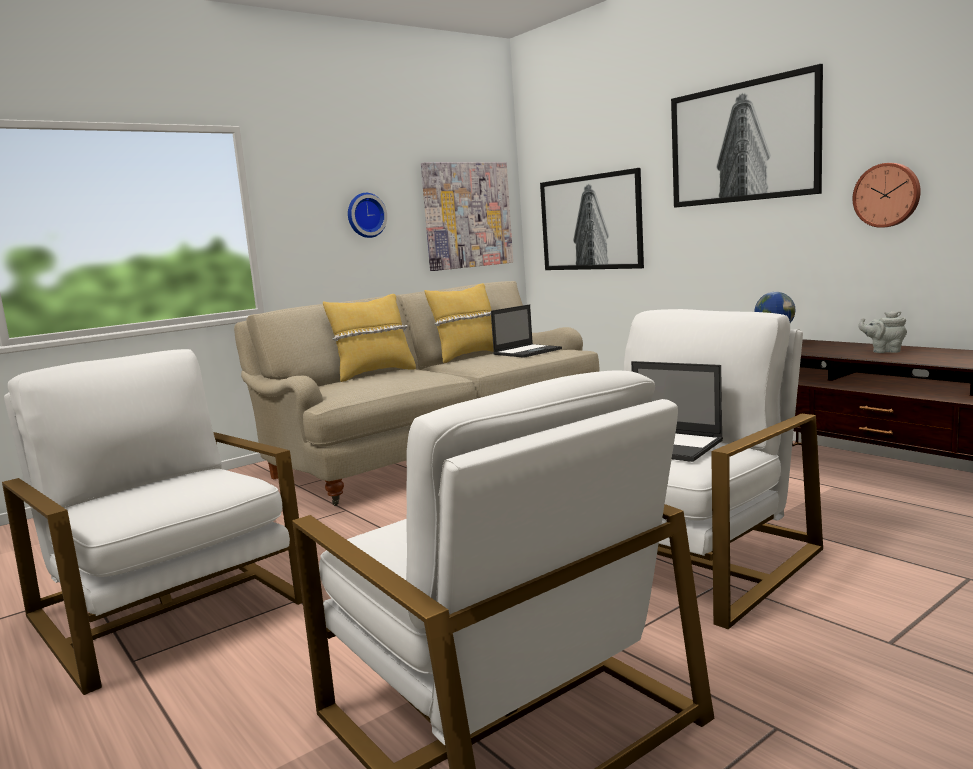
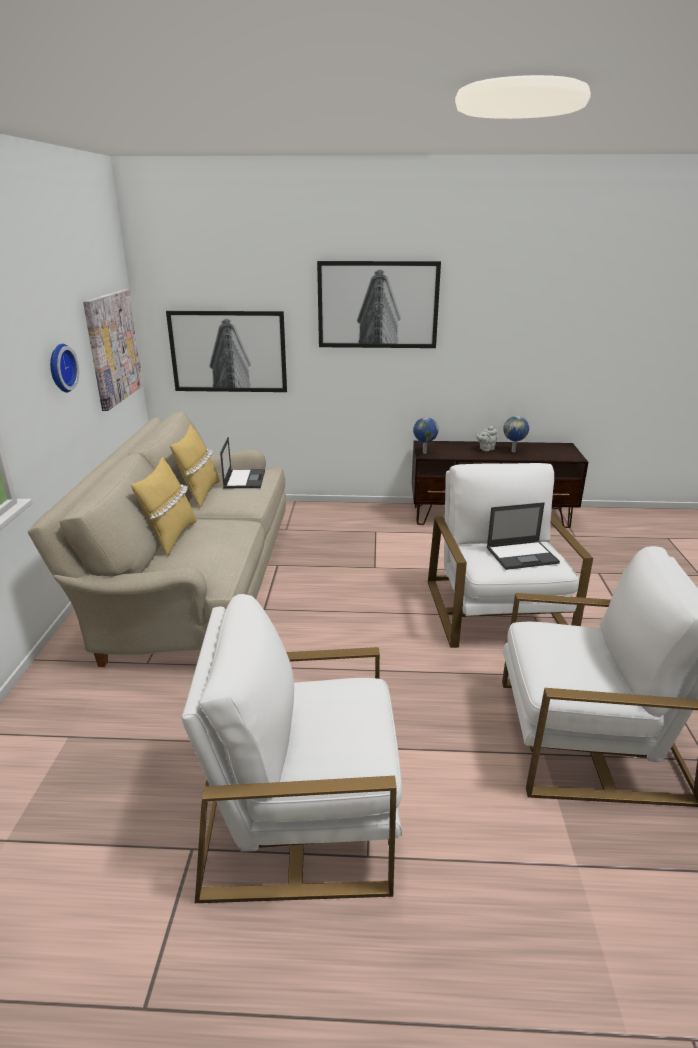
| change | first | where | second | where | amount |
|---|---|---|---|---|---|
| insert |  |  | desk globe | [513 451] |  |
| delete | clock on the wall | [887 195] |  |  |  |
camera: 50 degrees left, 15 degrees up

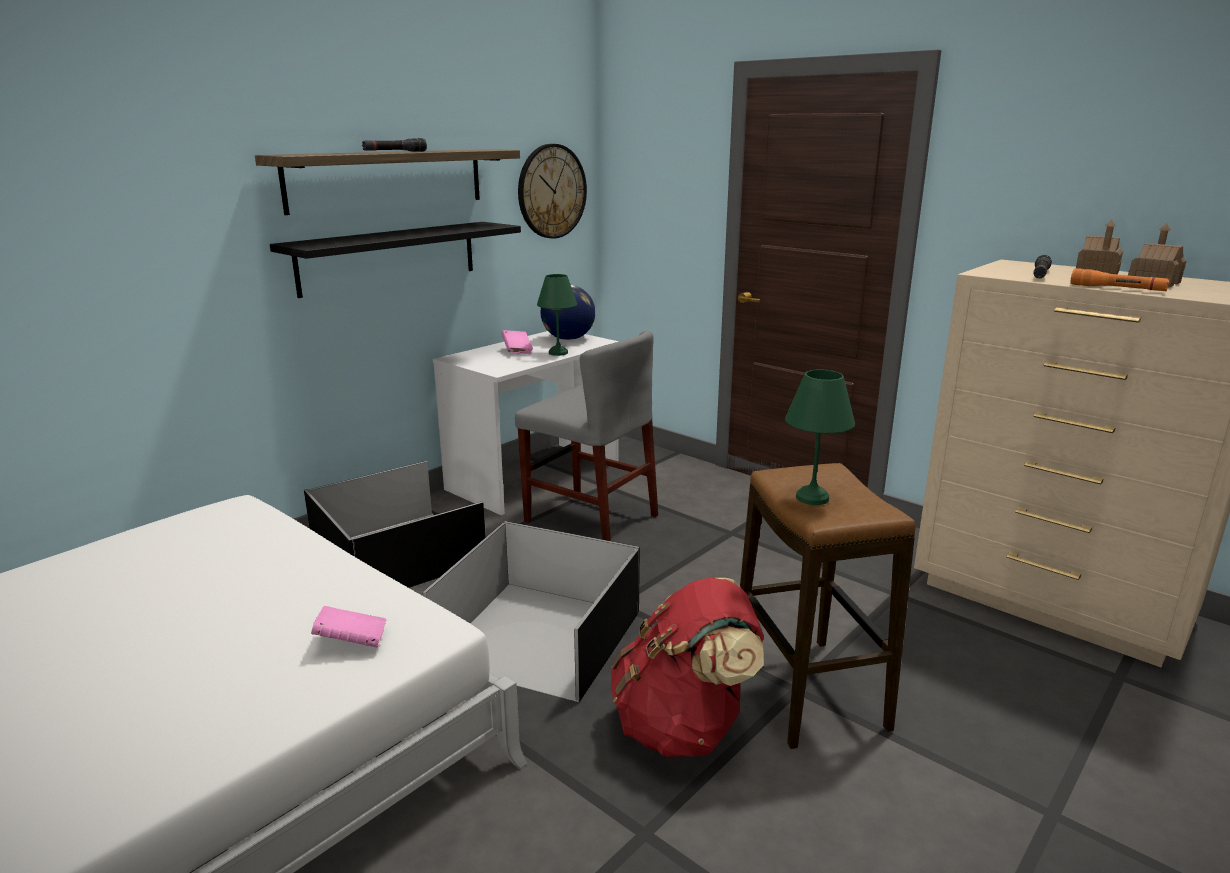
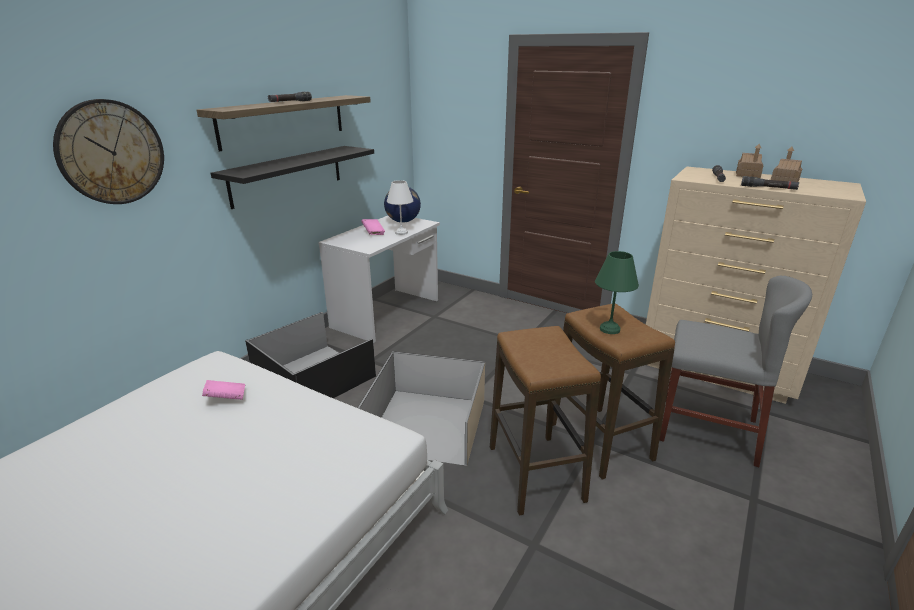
| change | first | where | second | where | amount |
|---|---|---|---|---|---|
| move | clock on the wall | [551 191] |  | [111 152] |  |
| move | pinkish book | [351 642] |  | [226 398] |  |
| recolor | black storage box | [536 635] | beige storage box | [425 424] |  |
| recolor | greenish table lamp | [559 353] | whitish table lamp | [402 233] |  |
| replace | red backpack | [684 727] | sitting stool | [535 473] |  |
| move | greyish upright chair | [591 518] |  | [707 430] |  |
| recolor | orangey hand torch | [1117 288] | black hand torch | [768 188] |  |
camera: 10 degrees left, 5 degrees up

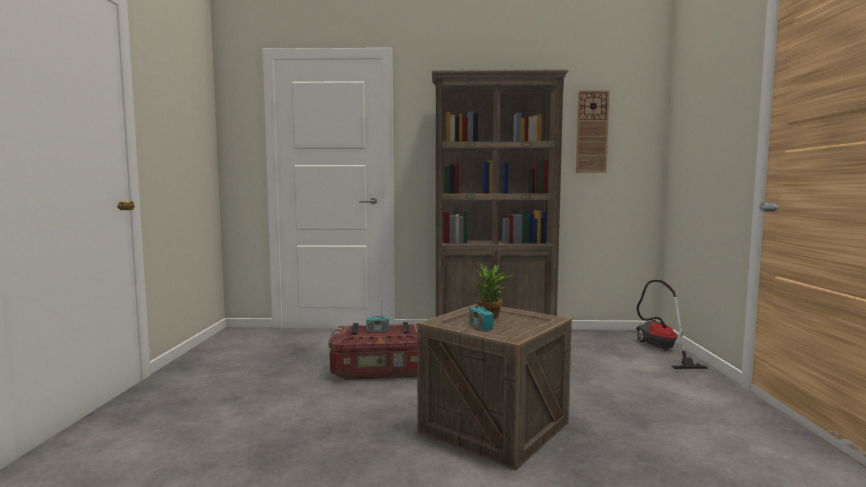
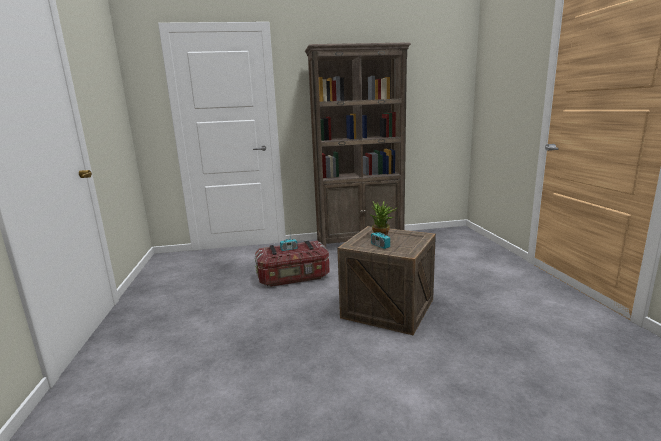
| change | first | where | second | where | amount |
|---|---|---|---|---|---|
| delete | clock on the wall | [592 132] |  |  |  |
| delete | vacuum | [660 350] |  |  |  |
camera: 10 degrees left, 10 degrees up

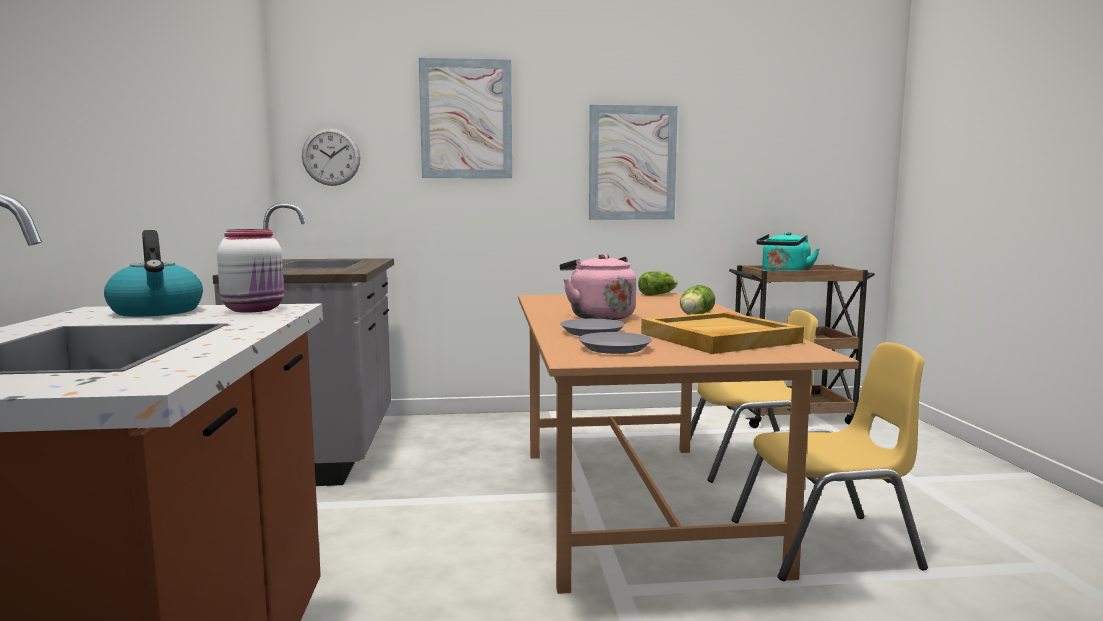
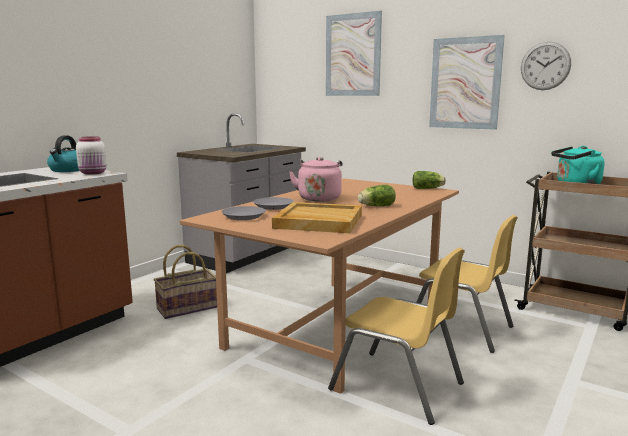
| change | first | where | second | where | amount |
|---|---|---|---|---|---|
| insert |  |  | storage basket | [187 308] |  |
| move | clock on the wall | [331 156] |  | [545 66] |  |
camera: 40 degrees right, 5 degrees up

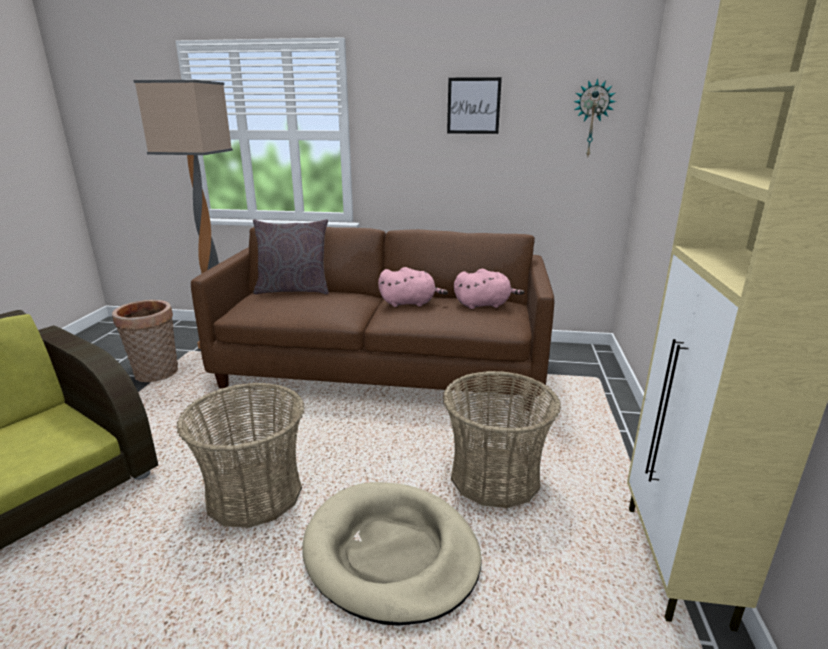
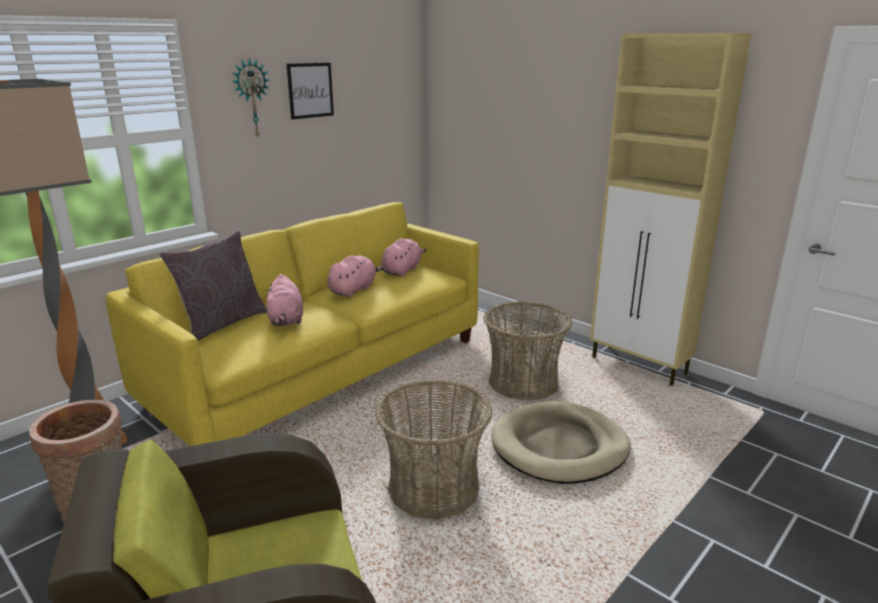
| change | first | where | second | where | amount |
|---|---|---|---|---|---|
| recolor | brown-coloured settee | [382 369] | yellowish settee | [322 371] |  |
| move | clock on the wall | [591 119] |  | [251 98] |  |
| insert |  |  | pinkish plush toy | [286 320] |  |
camera: 55 degrees left, 0 degrees up

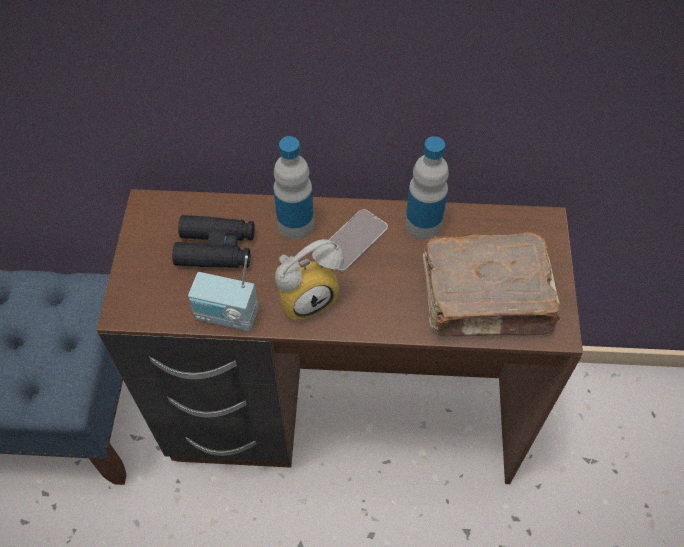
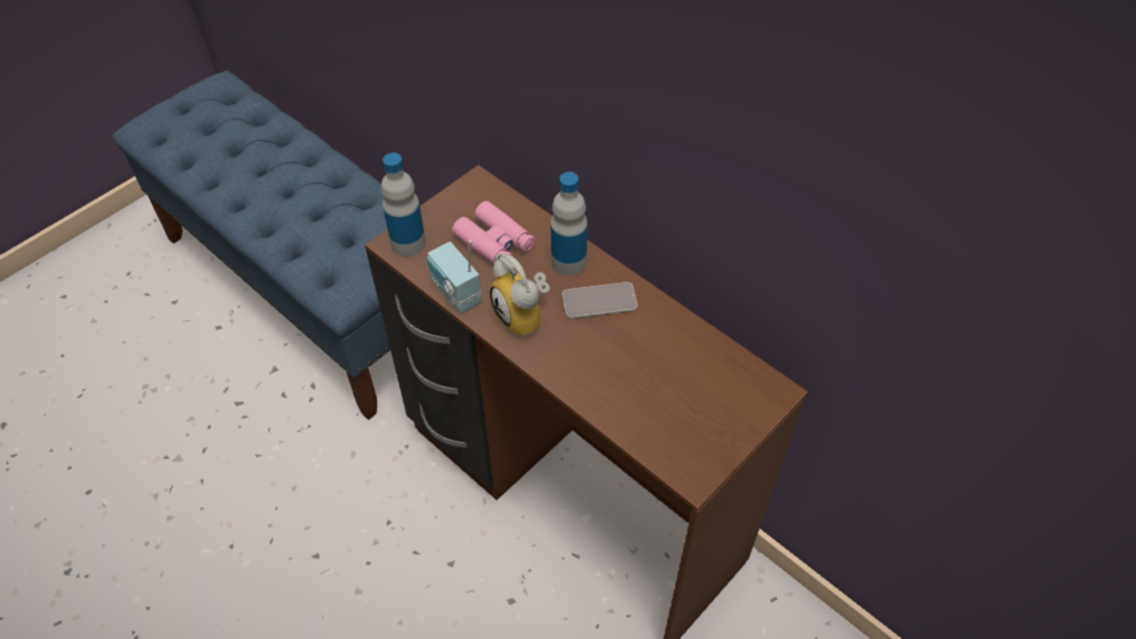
| change | first | where | second | where | amount |
|---|---|---|---|---|---|
| move | drink bottle | [423 224] |  | [408 243] |  |
| recolor | black binoculars | [216 248] | pinkish binoculars | [495 242] |  |
| rotate | table clock | [307 295] |  | [526 317] | 45 degrees clockwise |
| delete | brown-coloured book | [487 299] |  |  |  |
camera: 40 degrees right, 5 degrees down

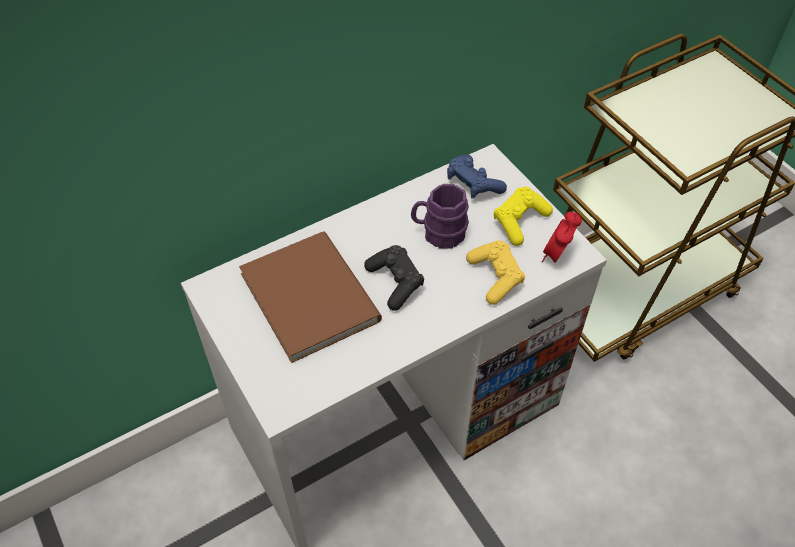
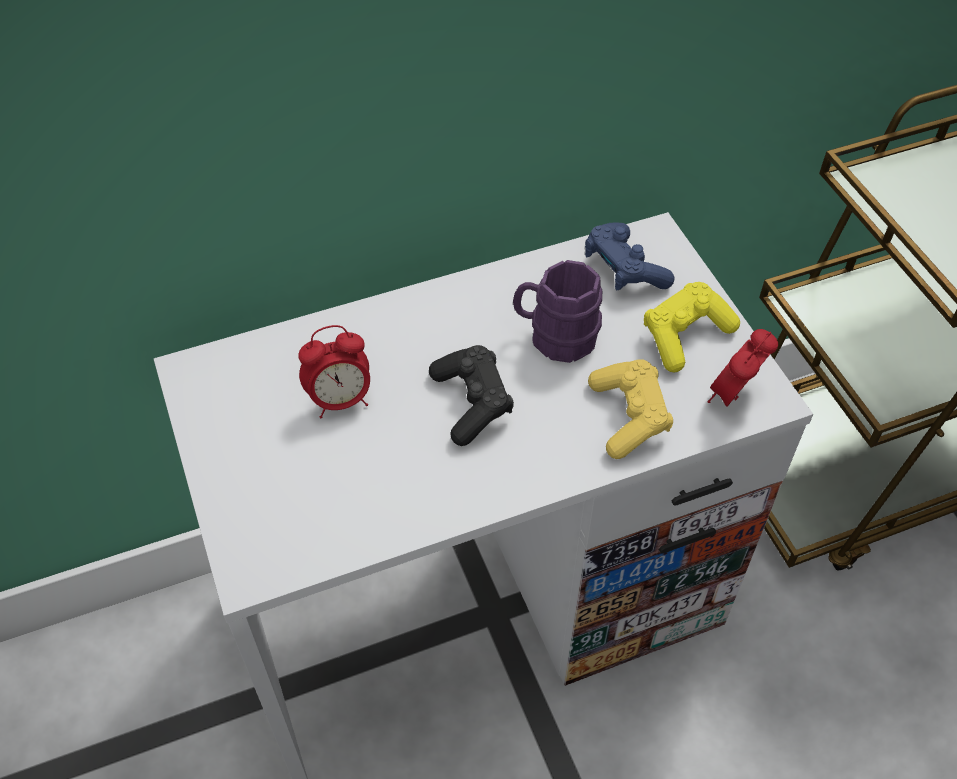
| change | first | where | second | where | amount |
|---|---|---|---|---|---|
| replace | brown-coloured book | [311 293] | table clock | [340 400] |  |
camera: 10 degrees right, 0 degrees up

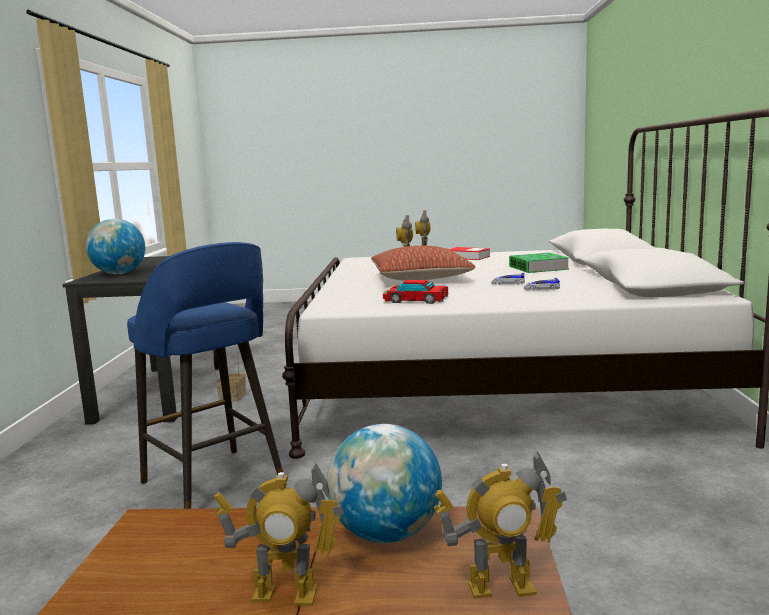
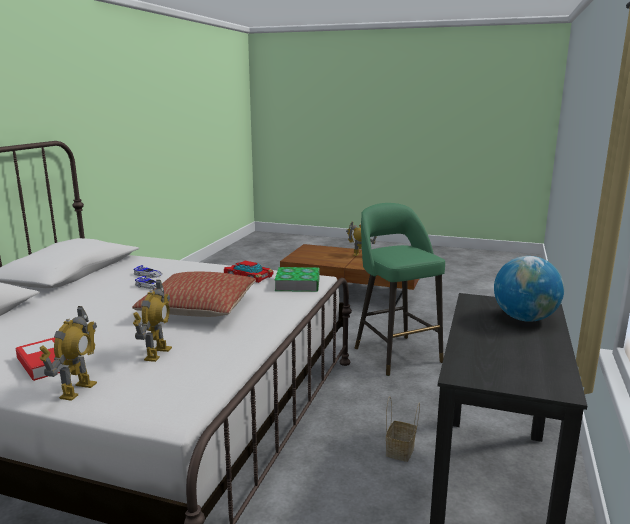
| change | first | where | second | where | amount |
|---|---|---|---|---|---|
| move | book | [538 268] |  | [297 284] |  |
| recolor | blue-coloured sitting stool | [215 484] | greenish sitting stool | [396 354] |  |
| delete | desk globe | [386 534] |  |  |  |
| delete | robot figure | [501 587] |  |  |  |
camera: 165 degrees left, 5 degrees up

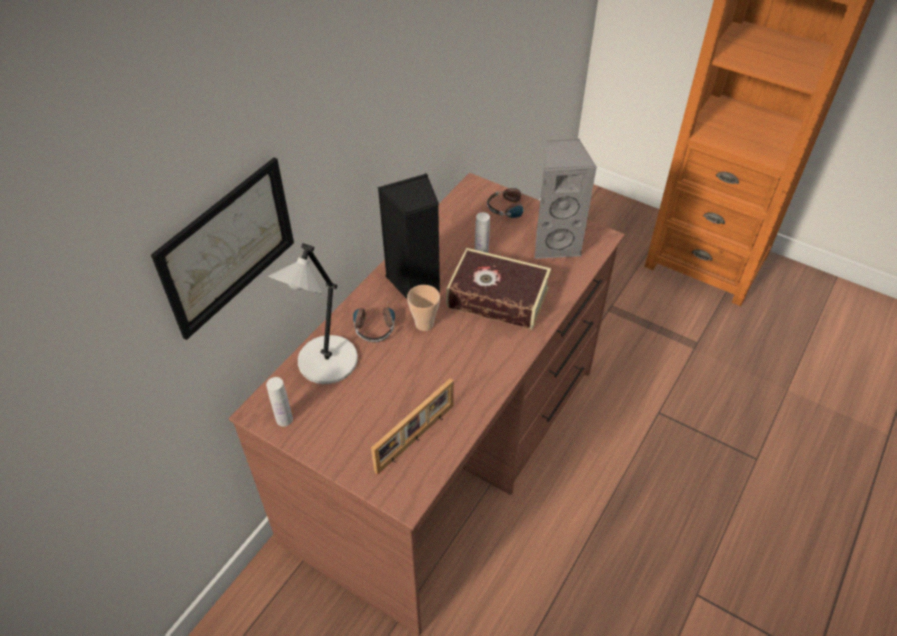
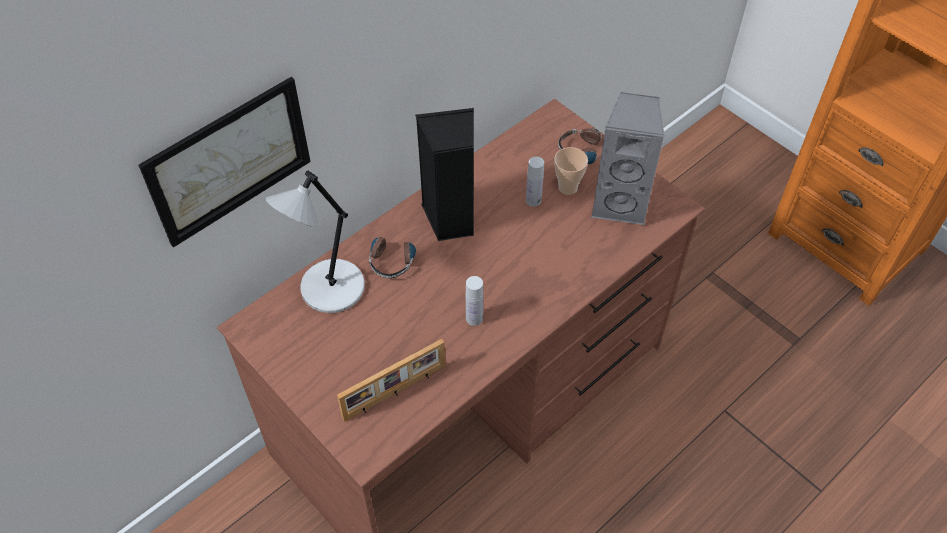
| change | first | where | second | where | amount |
|---|---|---|---|---|---|
| move | whitish drink bottle | [284 419] |  | [474 318] |  |
| move | cup | [424 324] |  | [567 188] |  |
| delete | book | [498 298] |  |  |  |
camera: 15 degrees right, 5 degrees up

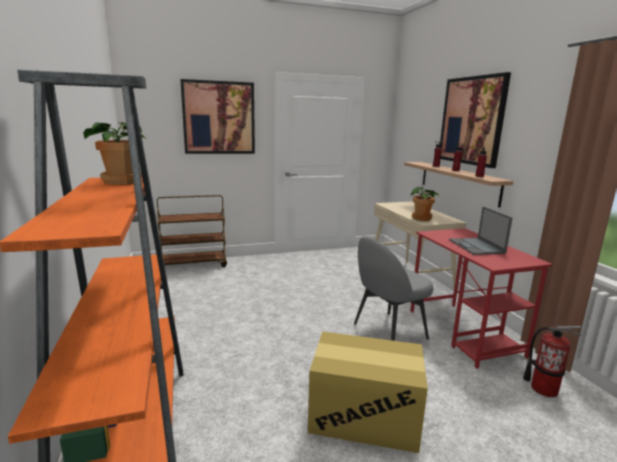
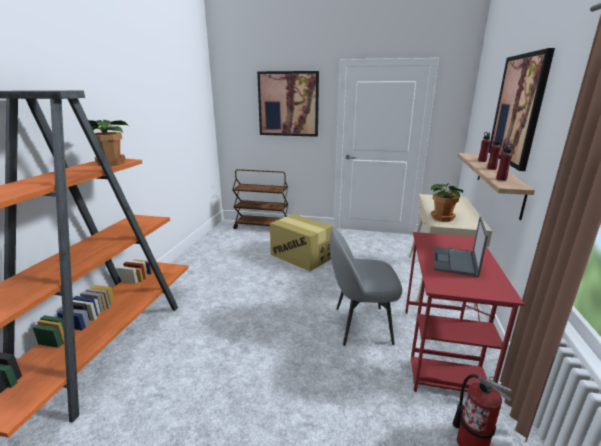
| change | first | where | second | where | amount |
|---|---|---|---|---|---|
| move | cardboard box | [363 416] |  | [301 256] |  |
camera: 30 degrees right, 5 degrees up

